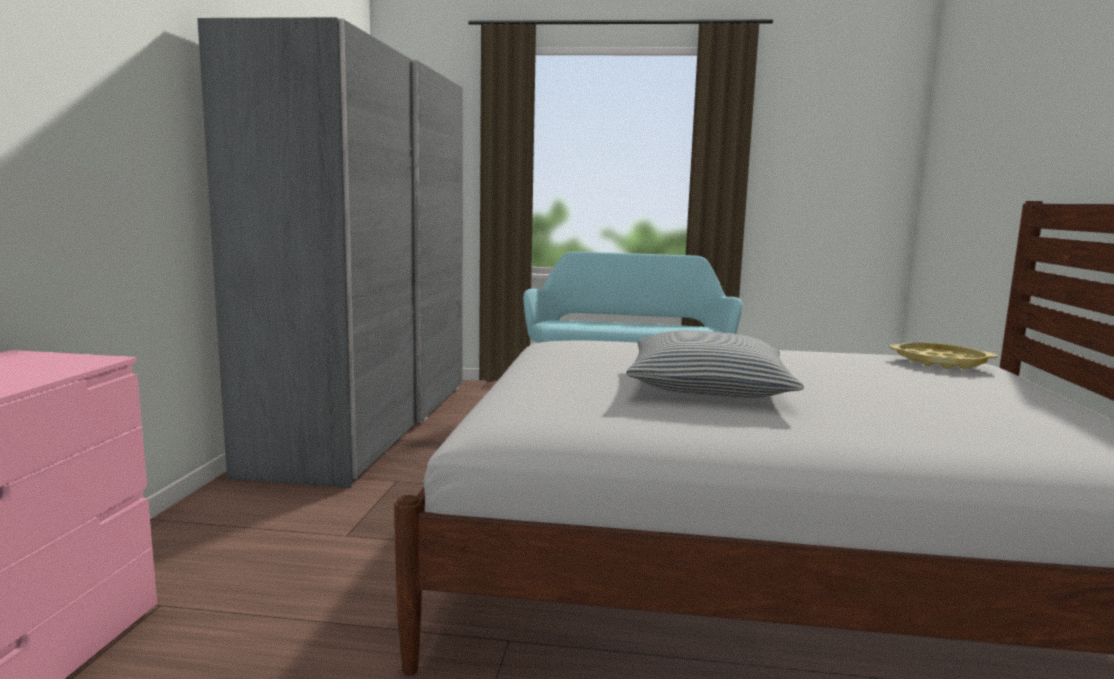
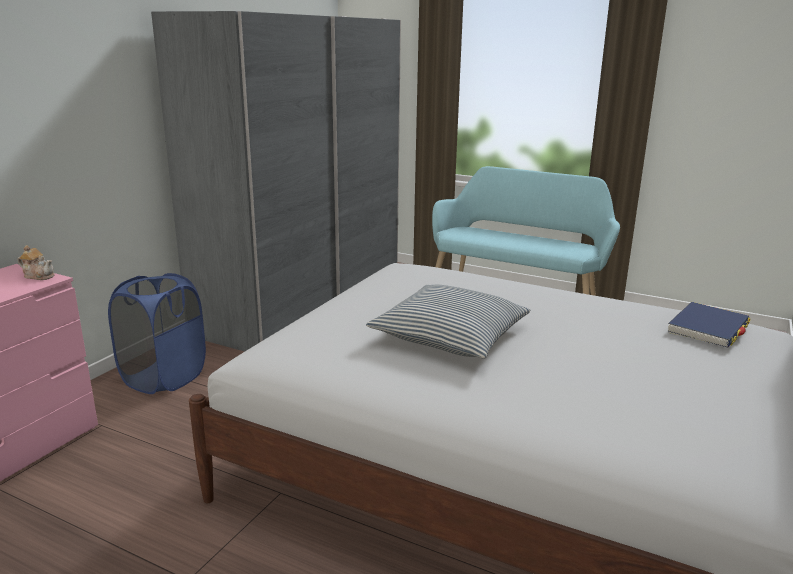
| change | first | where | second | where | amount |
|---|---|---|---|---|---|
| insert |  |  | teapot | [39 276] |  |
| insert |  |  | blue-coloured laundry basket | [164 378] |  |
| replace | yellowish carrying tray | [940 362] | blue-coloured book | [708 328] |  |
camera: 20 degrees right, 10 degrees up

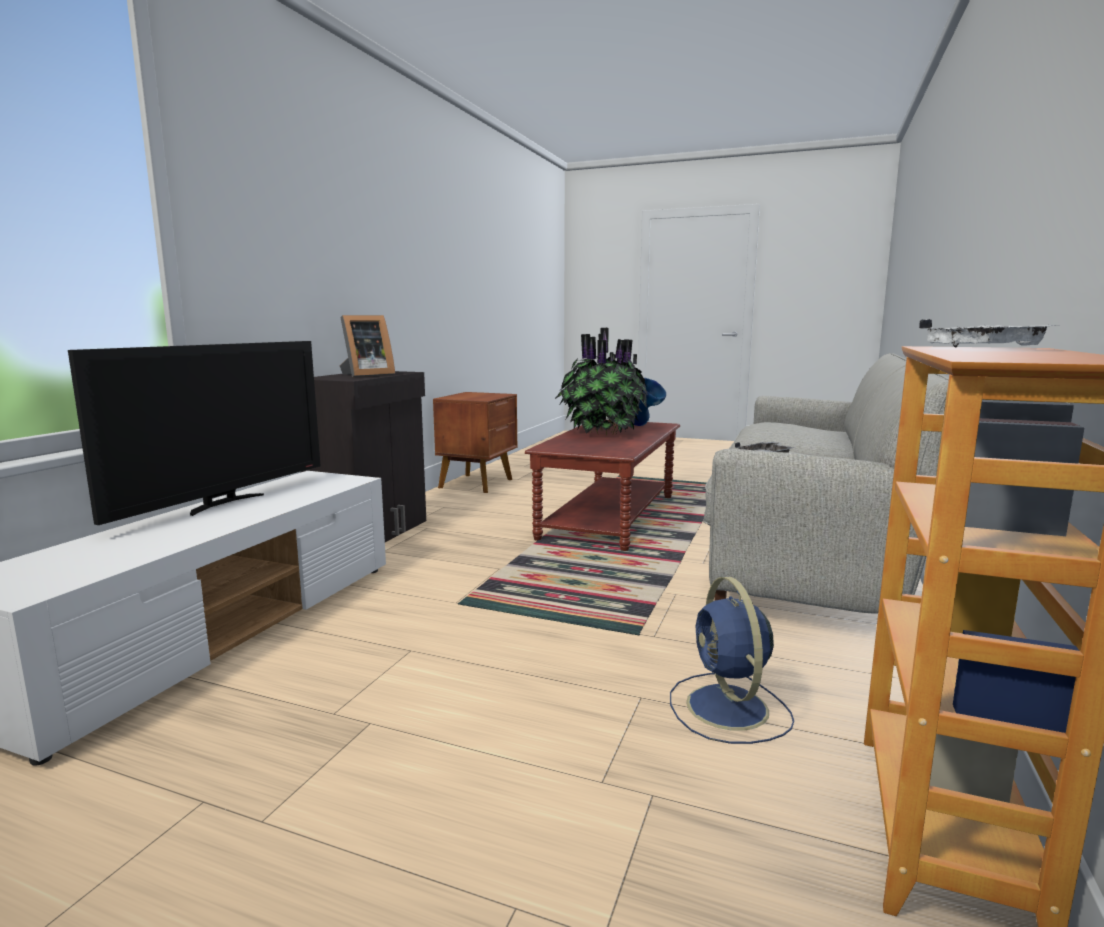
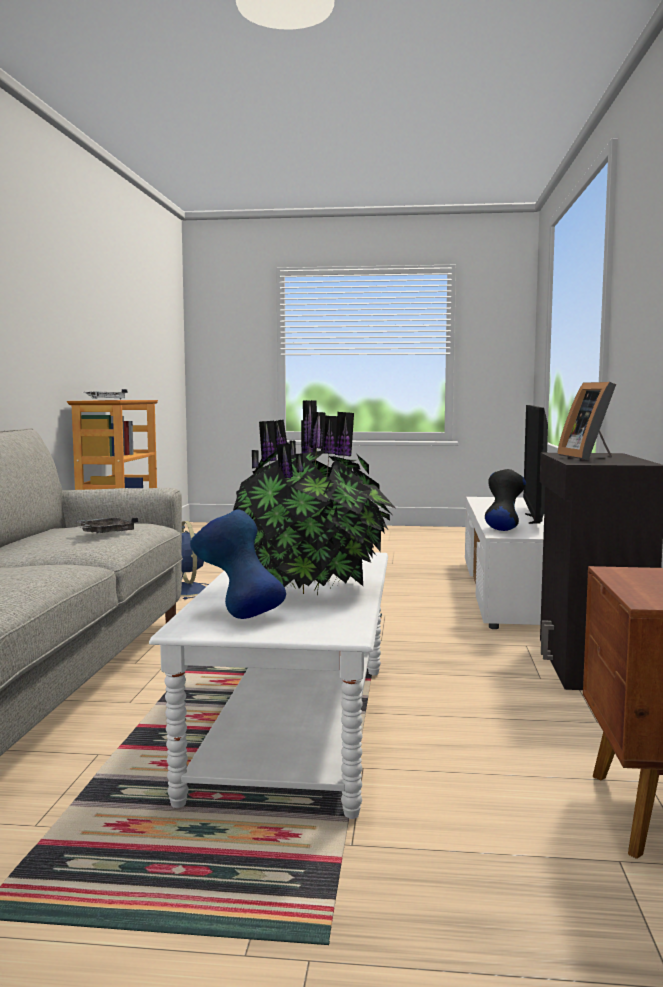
| change | first | where | second | where | amount |
|---|---|---|---|---|---|
| recolor | brown-coloured low table | [609 517] | whitish low table | [295 727] |  |
| insert |  |  | black vase | [503 529] |  |
| rotate | photo frame | [365 375] |  | [589 457] | 45 degrees counterclockwise |
camera: 165 degrees right, 5 degrees down

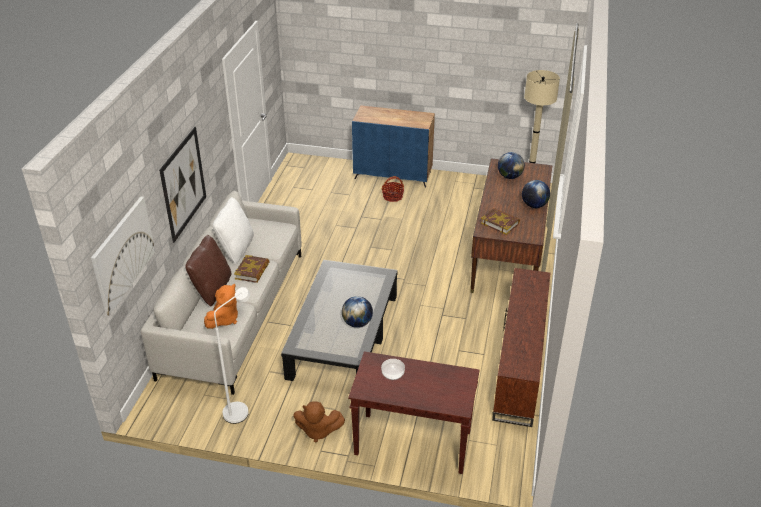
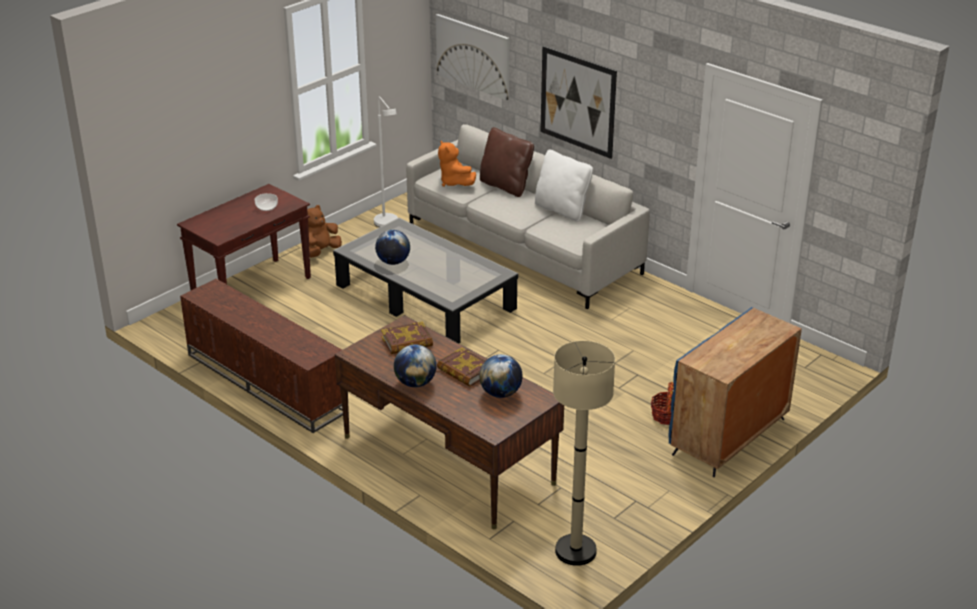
| change | first | where | second | where | amount |
|---|---|---|---|---|---|
| move | book | [252 271] |  | [465 371] |  |
camera: 120 degrees right, 5 degrees down

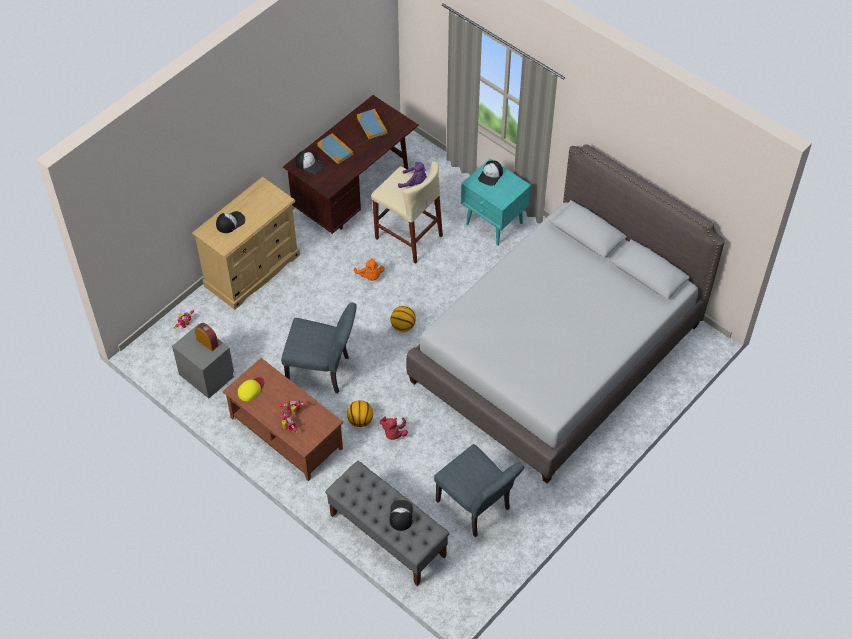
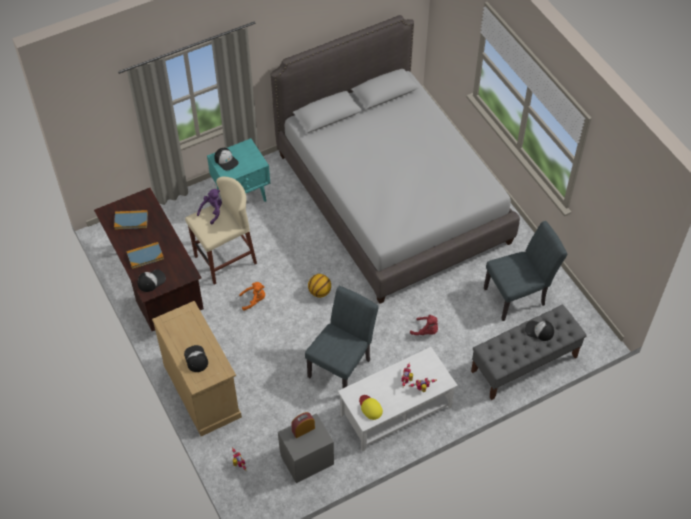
| change | first | where | second | where | amount |
|---|---|---|---|---|---|
| recolor | brown-coloured low table | [285 433] | whitish low table | [396 412] |  |
| delete | basketball ball | [360 420] |  |  |  |
camera: 70 degrees left, 0 degrees up

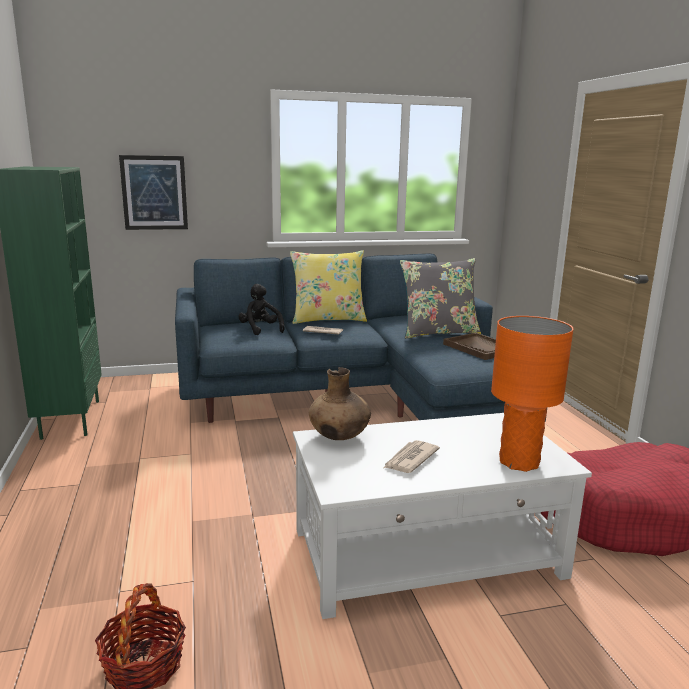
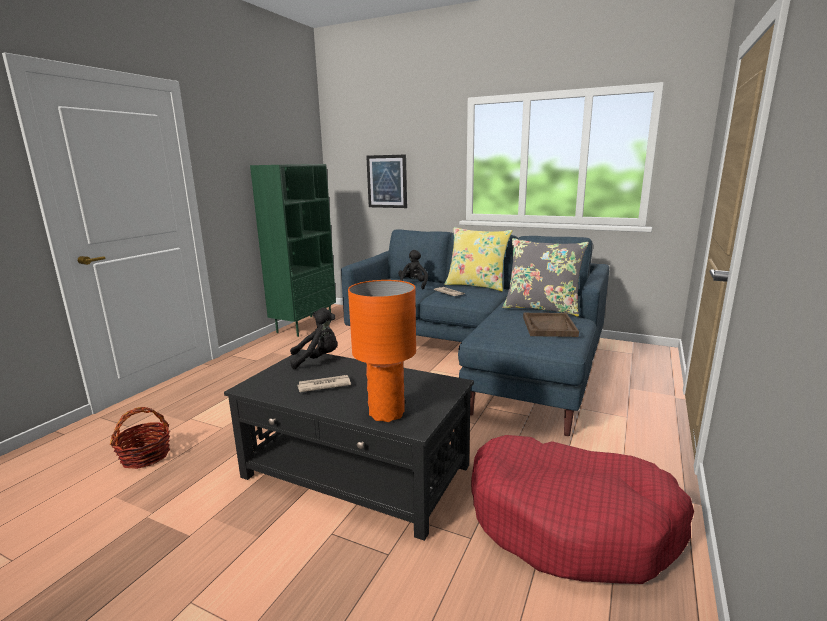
| change | first | where | second | where | amount |
|---|---|---|---|---|---|
| recolor | whitish low table | [428 553] | black low table | [356 472] |  |
| replace | brown-coloured vase | [339 436] | black plush toy | [317 359] |  |
camera: 40 degrees right, 0 degrees up

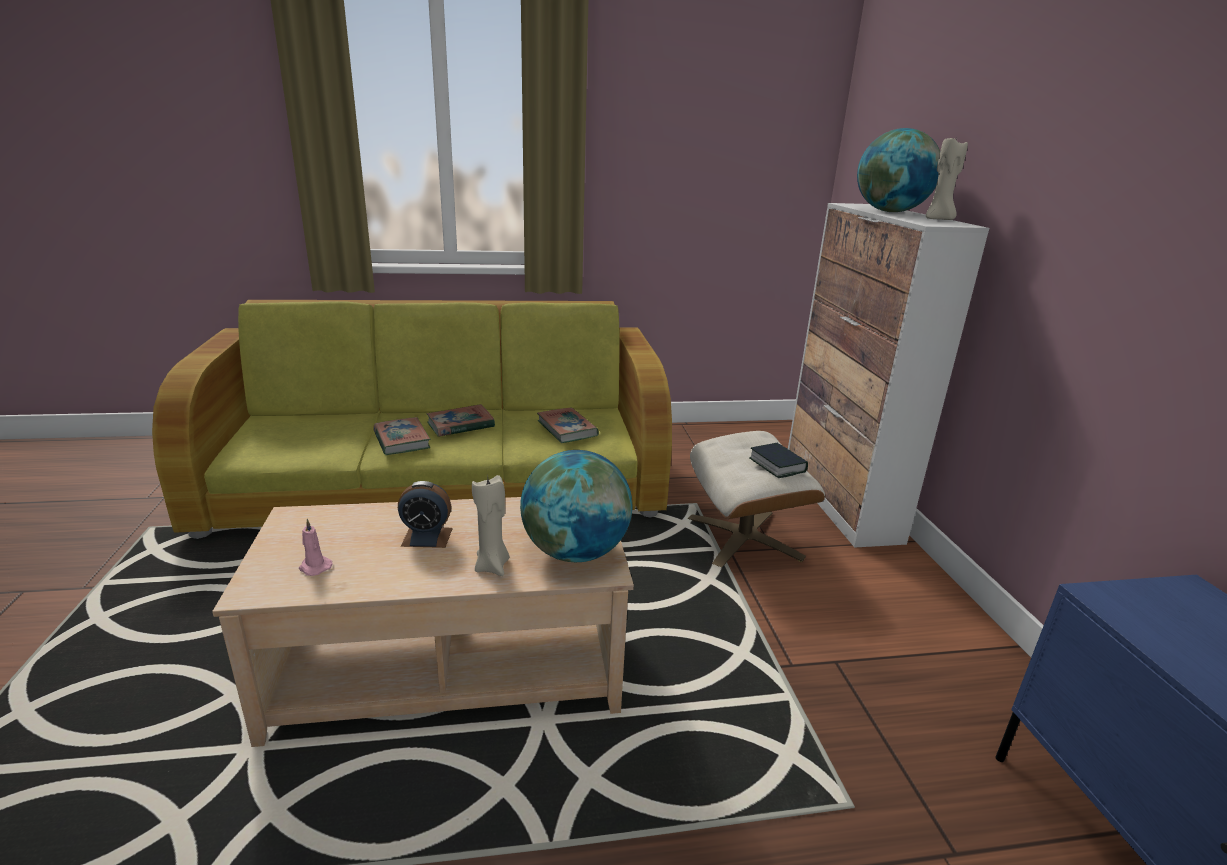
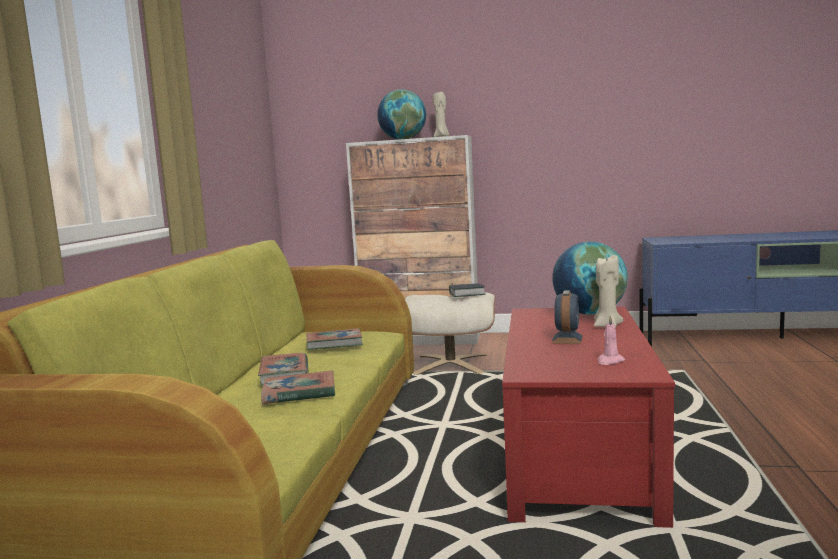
| change | first | where | second | where | amount |
|---|---|---|---|---|---|
| recolor | beige low table | [451 665] | red low table | [575 455] |  |
camera: 70 degrees left, 15 degrees down

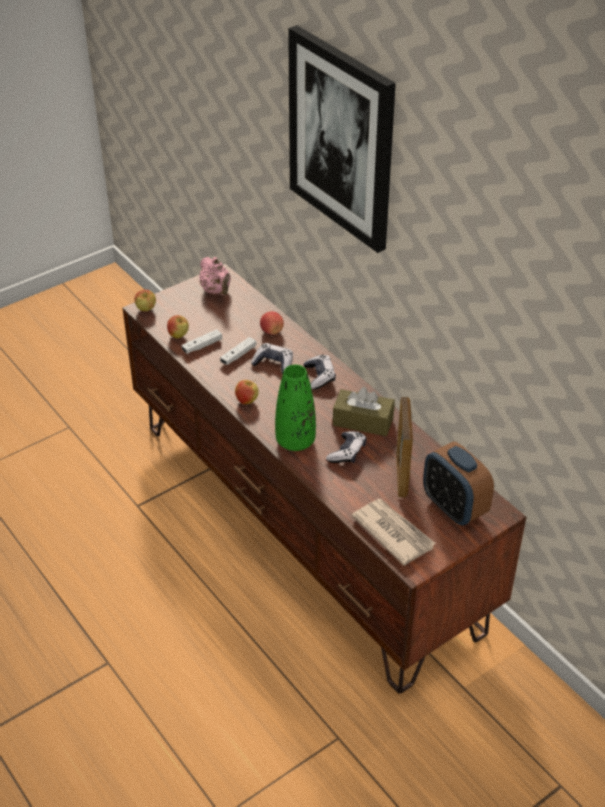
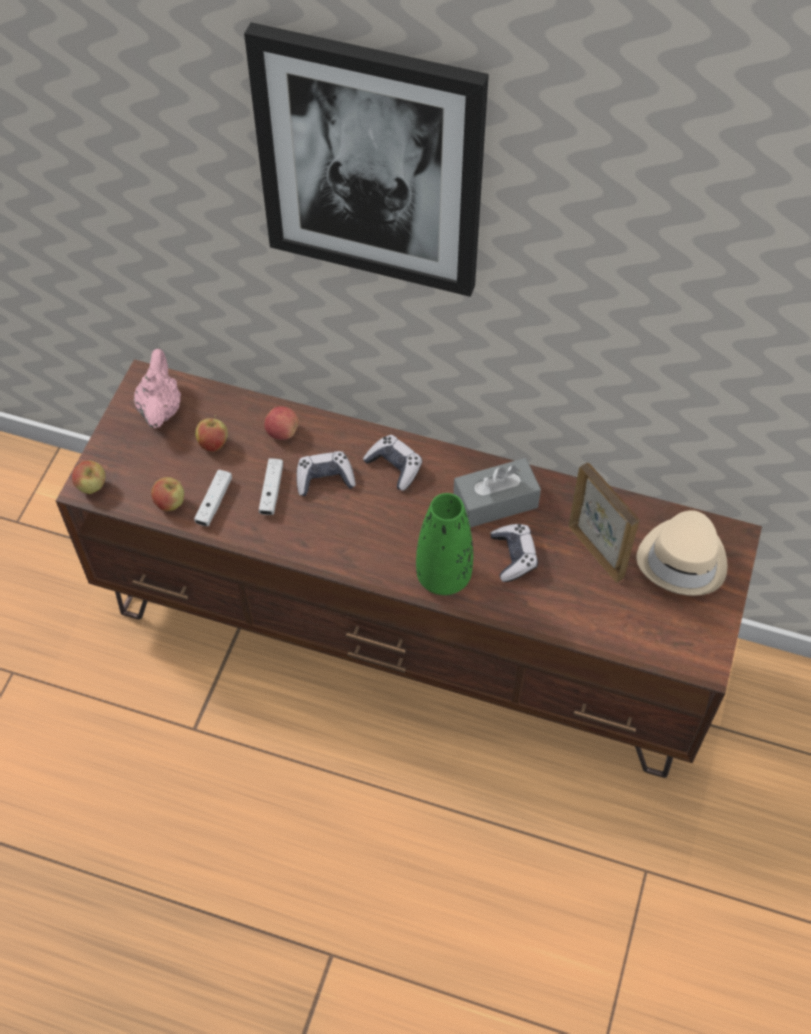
| change | first | where | second | where | amount |
|---|---|---|---|---|---|
| rotate | pinkish teapot | [216 291] |  | [160 409] | 120 degrees counterclockwise |
| move | apple fruit | [247 401] |  | [213 444] |  |
| recolor | brown-coloured box of tissues | [363 421] | greyish box of tissues | [495 502] |  |
| replace | table clock | [454 507] | beige hat | [683 560] |  |
| delete | printed paper | [393 532] |  |  |  |
camera: 35 degrees left, 15 degrees up

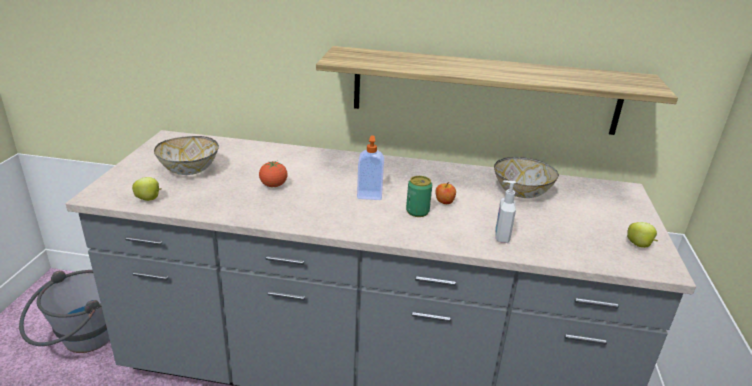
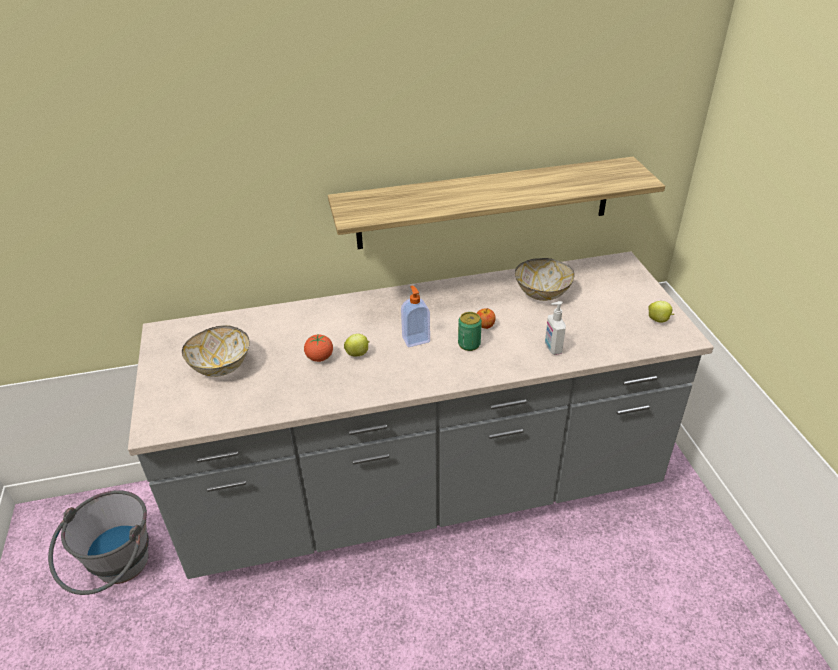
| change | first | where | second | where | amount |
|---|---|---|---|---|---|
| move | apple fruit | [149 199] |  | [358 353] |  |
camera: 20 degrees left, 10 degrees up

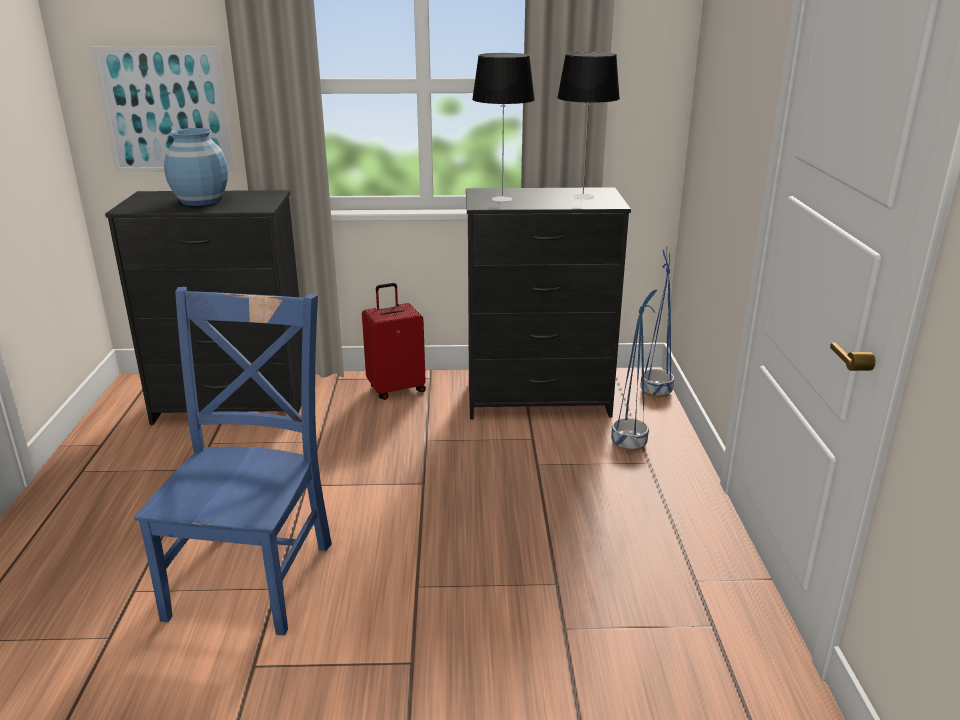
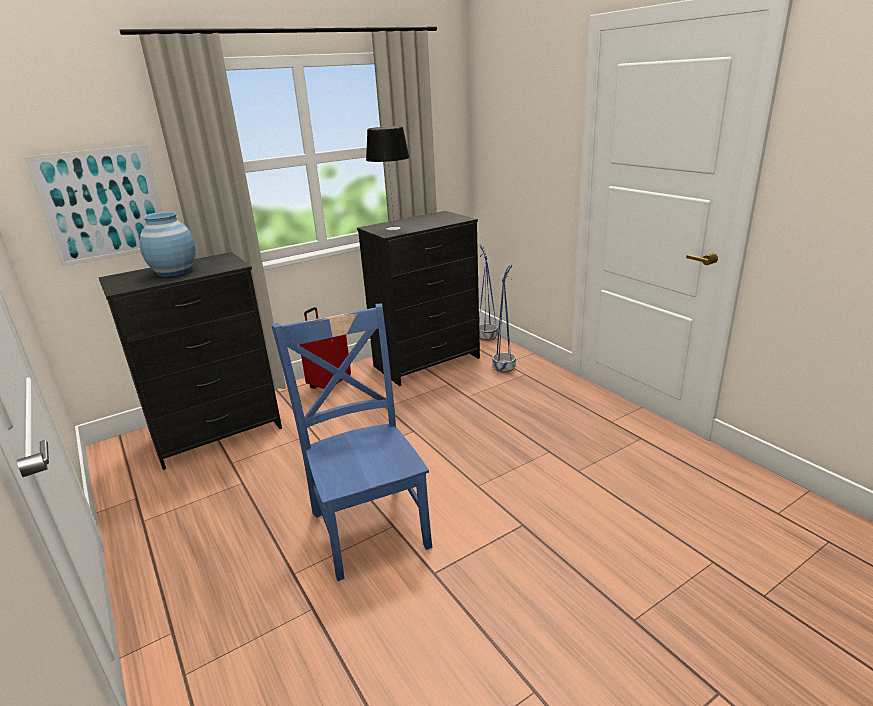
| change | first | where | second | where | amount |
|---|---|---|---|---|---|
| delete | table lamp | [582 196] |  |  |  |
camera: 30 degrees left, 0 degrees up

